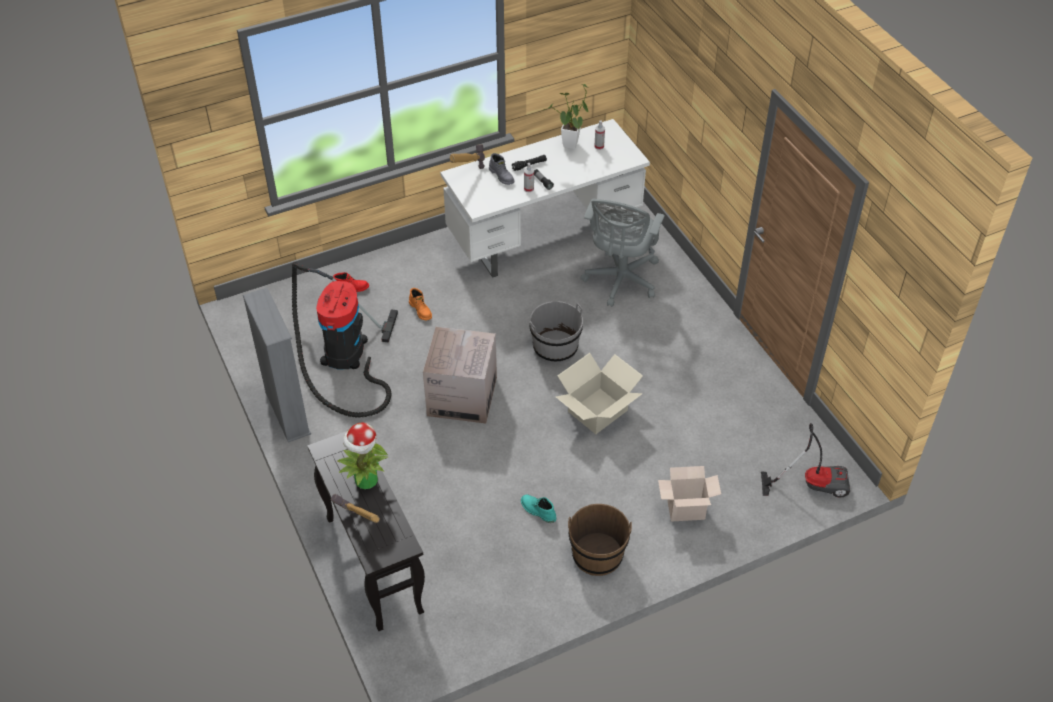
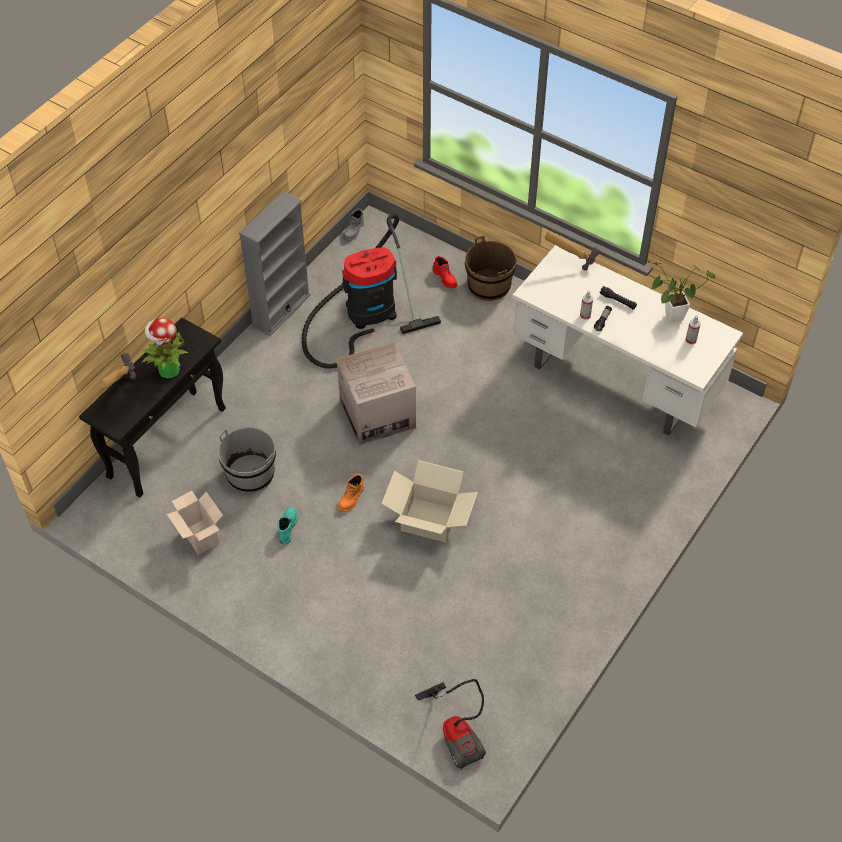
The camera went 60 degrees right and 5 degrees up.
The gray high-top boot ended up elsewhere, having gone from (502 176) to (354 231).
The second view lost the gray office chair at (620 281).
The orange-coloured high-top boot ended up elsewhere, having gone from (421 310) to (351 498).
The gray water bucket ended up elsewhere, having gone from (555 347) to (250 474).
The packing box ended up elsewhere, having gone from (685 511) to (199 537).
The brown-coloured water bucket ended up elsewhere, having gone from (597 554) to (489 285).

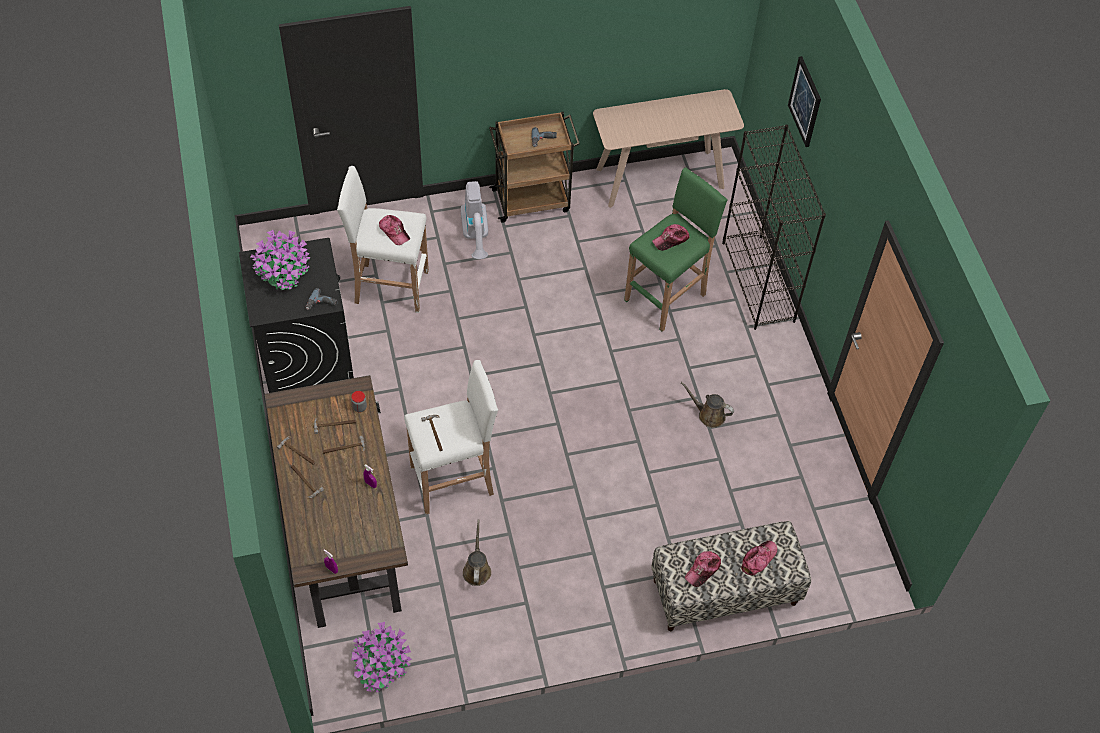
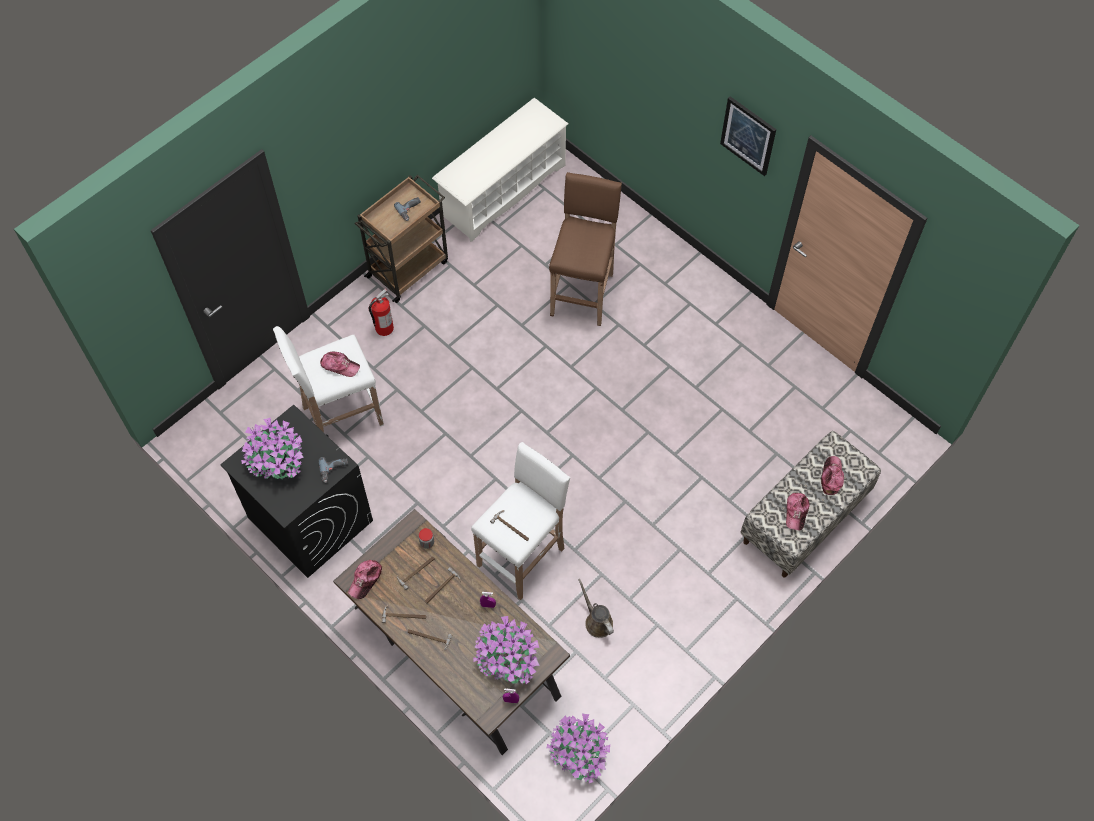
The camera went 30 degrees left and 5 degrees up.
The wall picture ended up elsewhere, having gone from (805 101) to (748 135).
Where the beige-coloured hall table stood at (660 178), the whitish shoe stand came to stand at (503 190).
The second view lost the black shelving unit at (758 282).
What was the green-coloured stool seat at (666 297) turned into the brown-coloured stool seat at (582 293).
Where the vacuum stood at (476 237), the fire-fighting cylinder came to stand at (384 328).
The cap ended up elsewhere, having gone from (671 240) to (365 580).
The second view lost the brown-coloured sprinkling can at (709 415).
The second view gained the plant in a pot at (507 659).

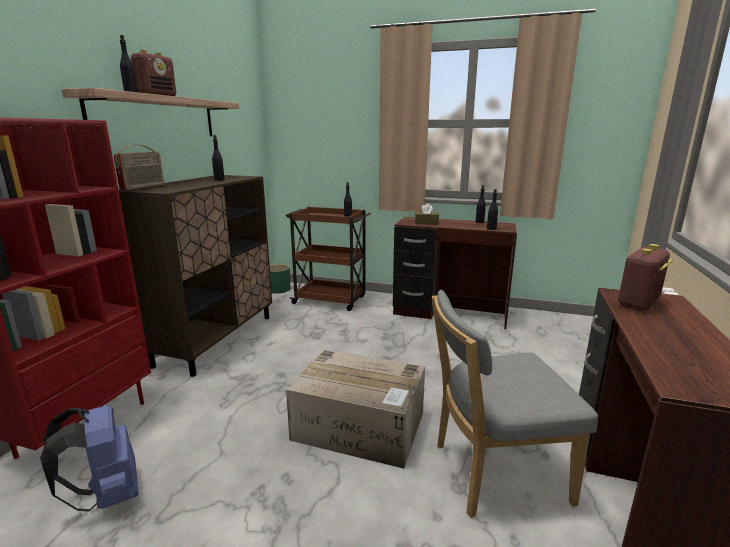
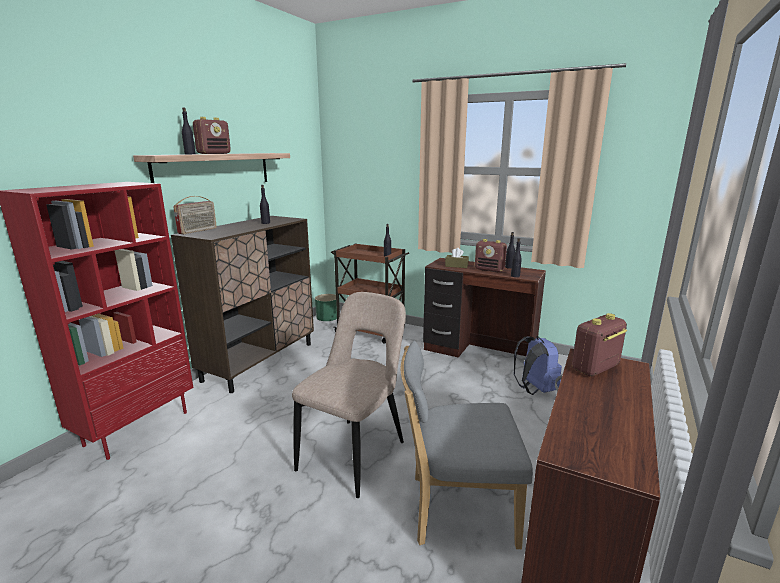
The camera went 10 degrees right and 0 degrees up.
Where the packing box stood at (361 426), the beige-coloured upright chair came to stand at (355 453).
The blue-coloured knapsack ended up elsewhere, having gone from (107 495) to (534 389).
The second view gained the radio at (489 270).

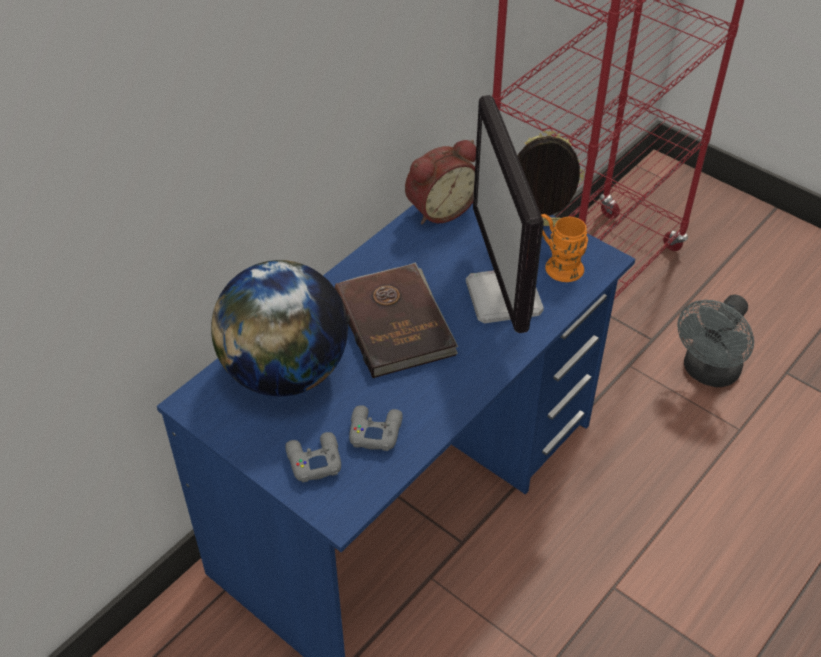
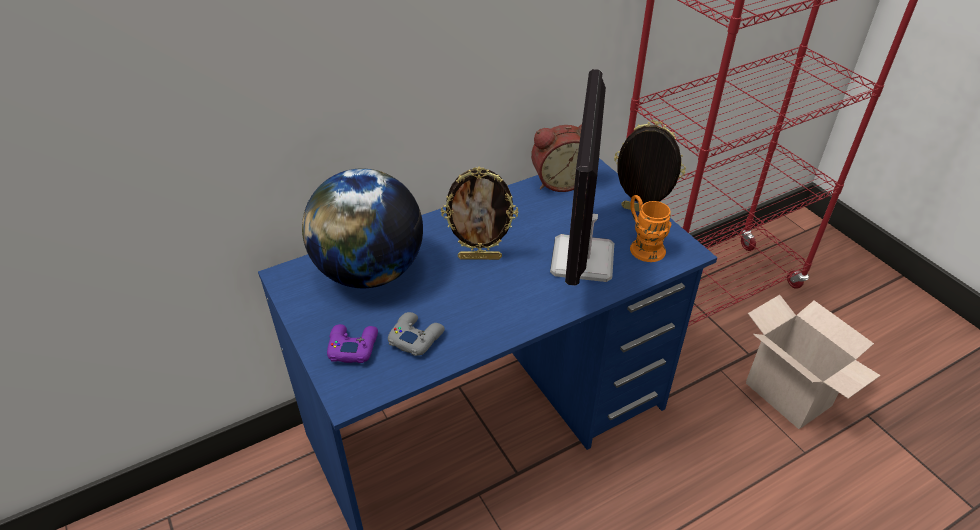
The camera went 20 degrees right and 5 degrees down.
Where the brown-coloured book stood at (396 322), the picture frame came to stand at (480 257).
Where the gray cooling fan stood at (708 373), the packing box came to stand at (791 395).
What was the gray game controller at (313 460) turned into the purple game controller at (352 346).

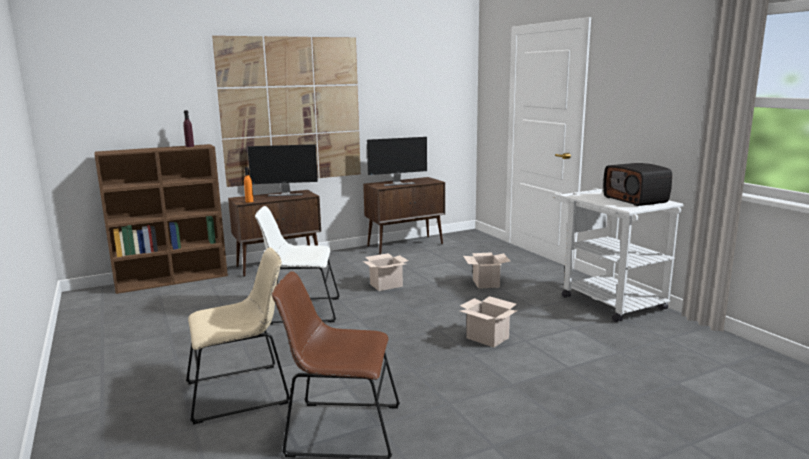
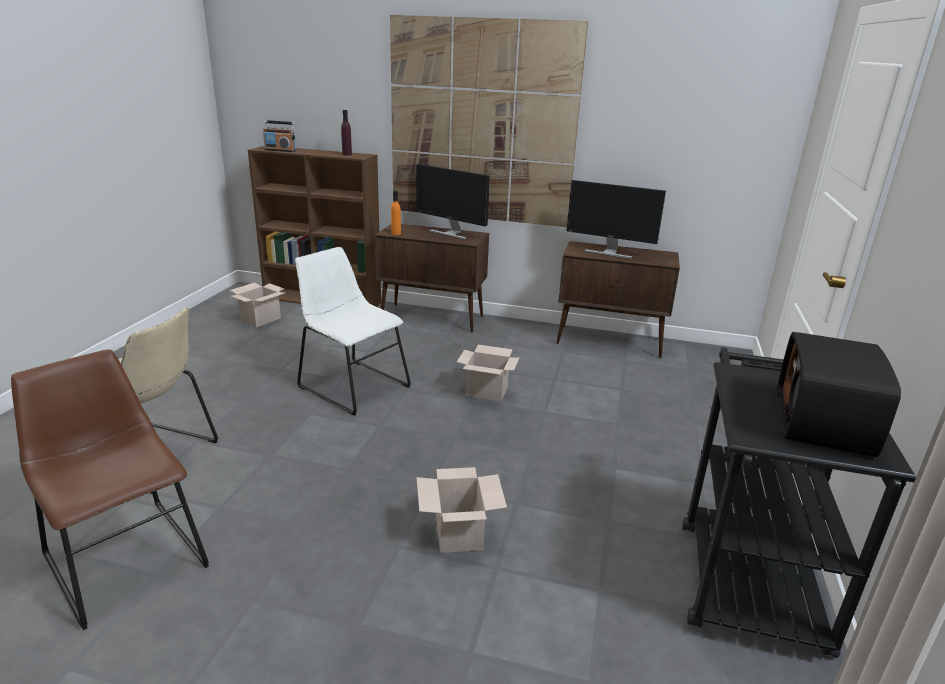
The camera went 40 degrees right and 10 degrees up.
What was the whitish wheeled cart at (606 300) turned into the black wheeled cart at (747 572).
The packing box ended up elsewhere, having gone from (485 283) to (261 319).
The second view gained the radio at (280 150).

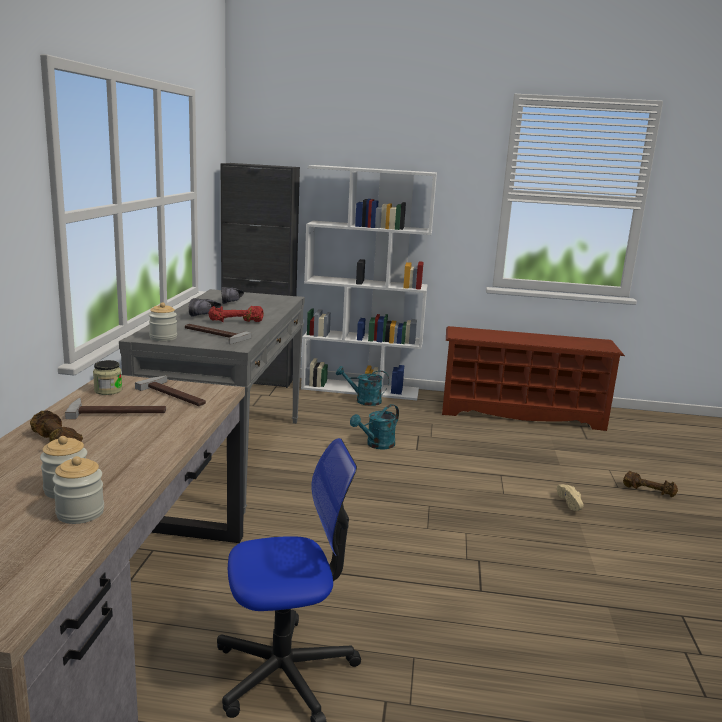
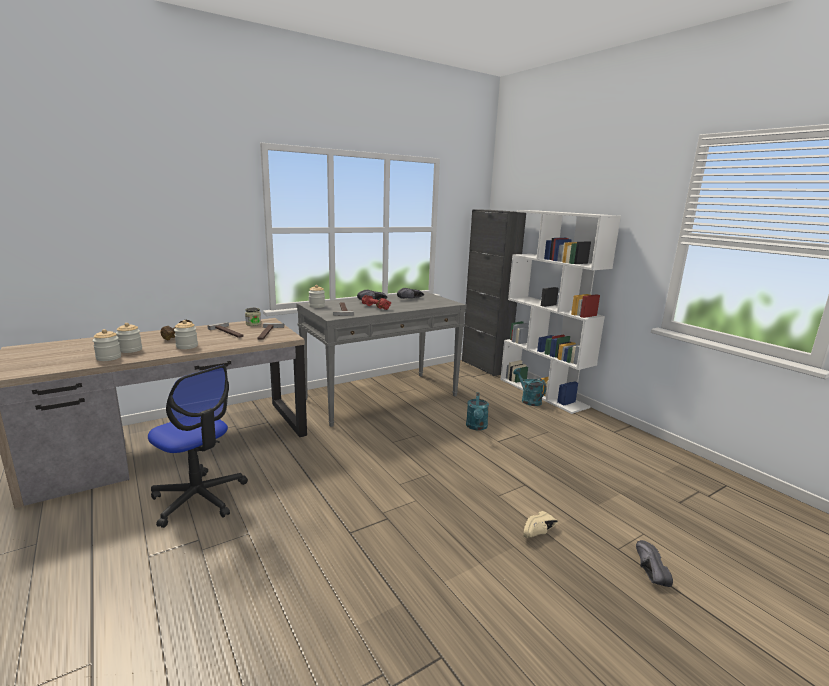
The camera went 50 degrees right and 0 degrees up.
The second view lost the brown-coloured shoe stand at (521 413).
The blue-green sprinkling can at (376 445) ended up facing another way, 90 degrees counterclockwise from before.
Where the brown-coloured free weight stood at (648 491), the black item of footwear came to stand at (647 570).
The second view gained the storage jar at (187 346).

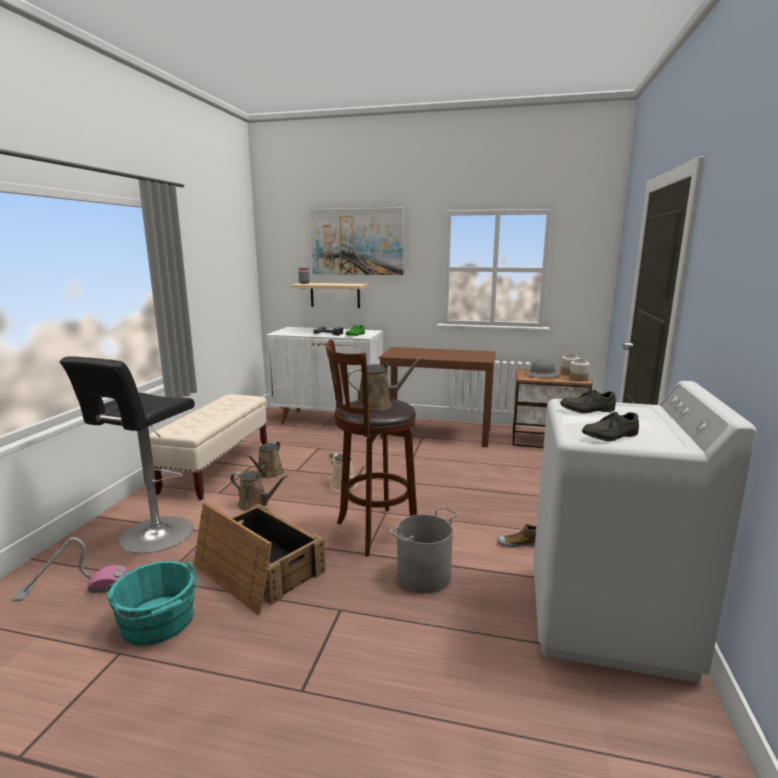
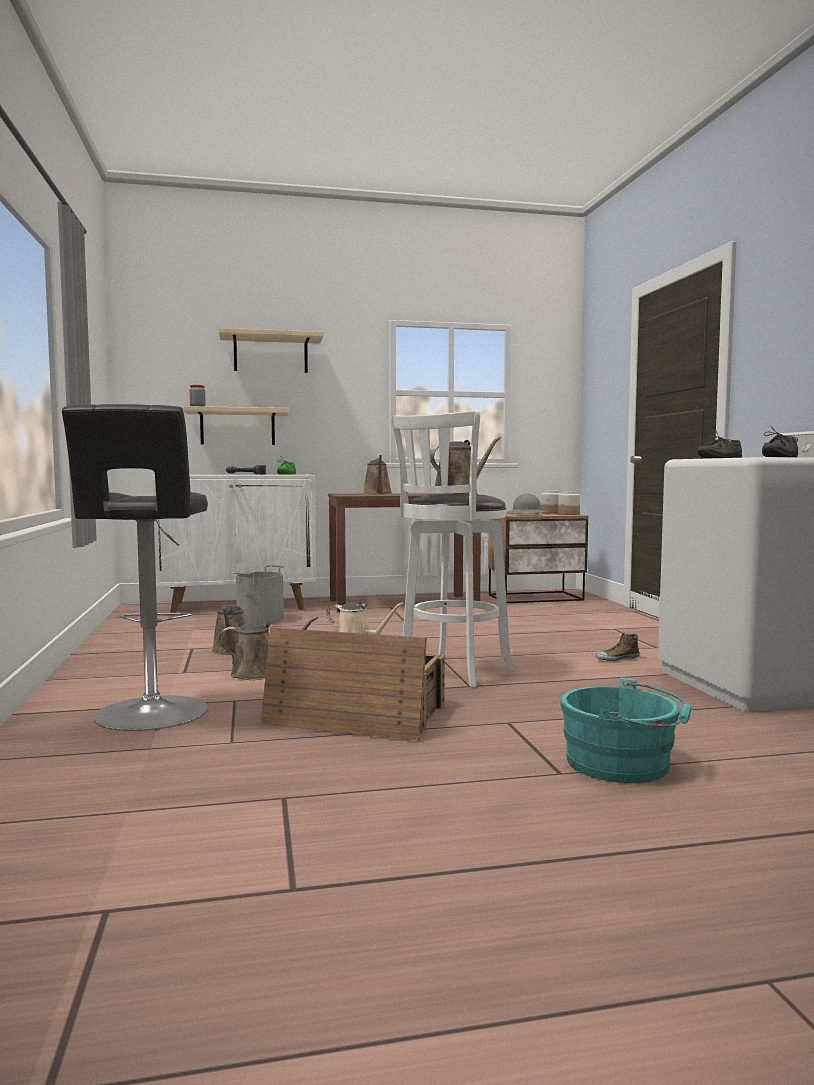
The camera went 25 degrees left and 10 degrees down.
Where the wall picture hung at (357 242), the beige-coloured wall shelf came to hang at (270 354).
What was the brown-coloured stool seat at (373 532) turned into the whitish stool seat at (452 672).
The second view lost the beige-coloured long seat at (217 468).
The gray water bucket ended up elsewhere, having gone from (424 576) to (261 620).
The second view lost the vacuum at (73 589).
The blue-green water bucket ended up elsewhere, having gone from (159 623) to (624 764).
The second view gained the brown-coloured sprinkling can at (377 493).

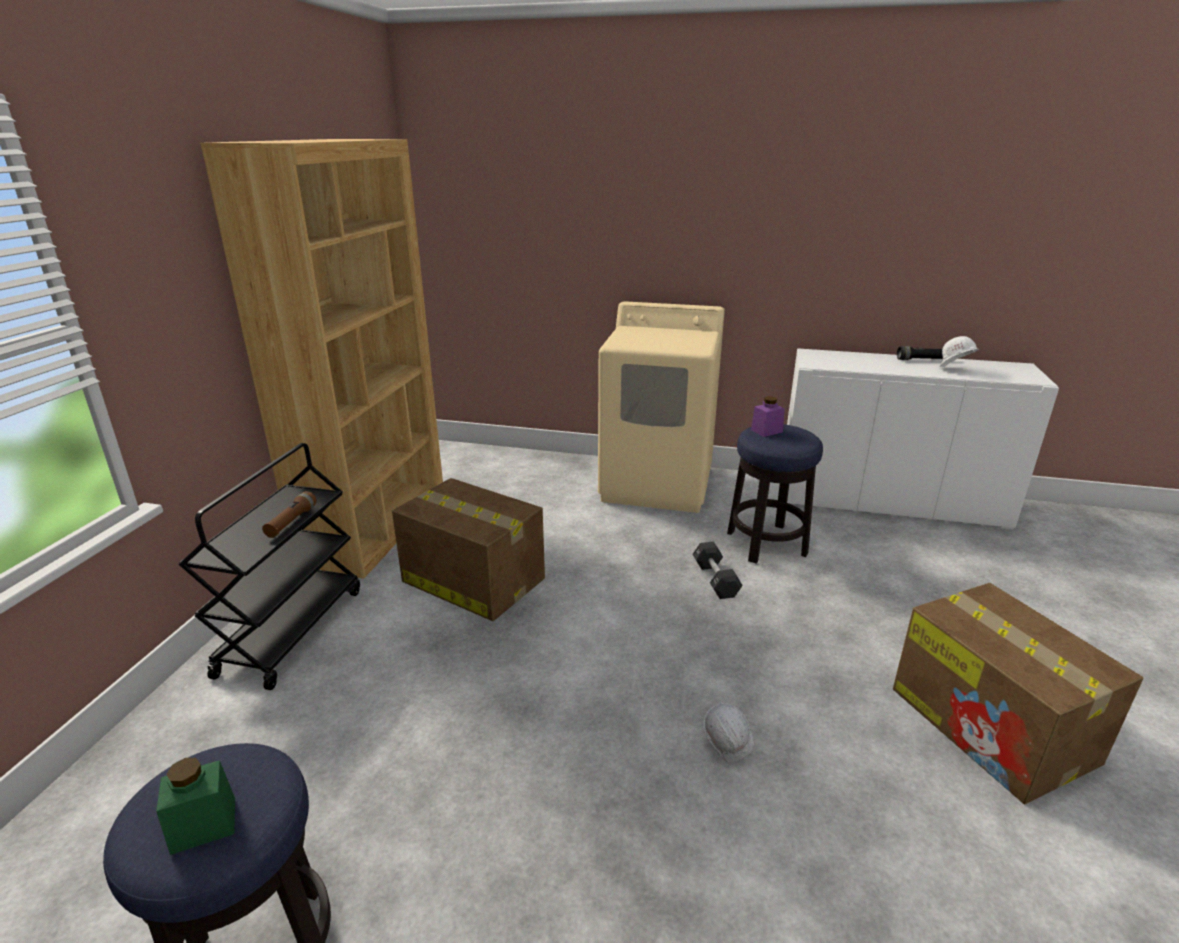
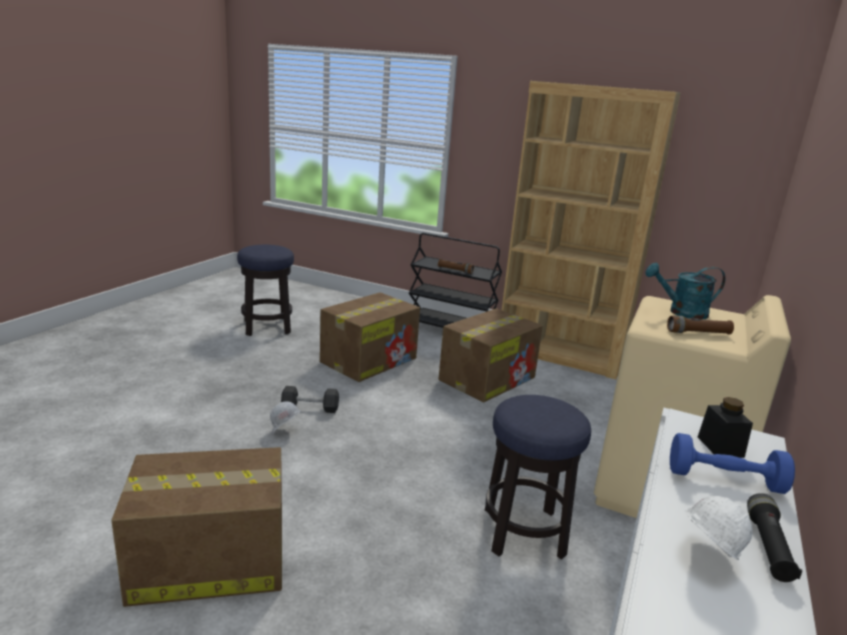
The camera went 100 degrees right and 5 degrees down.
The second view lost the purple storage jar at (766 431).
The black free weight ended up elsewhere, having gone from (715 580) to (310 408).
The second view lost the green-coloured storage jar at (203 825).
The second view gained the blue-green sprinkling can at (681 312).
The second view gained the packing box at (369 360).
The second view gained the brown-coloured hand torch at (698 333).
The second view gained the black storage jar at (720 447).
The second view gained the blue-coloured free weight at (724 480).

